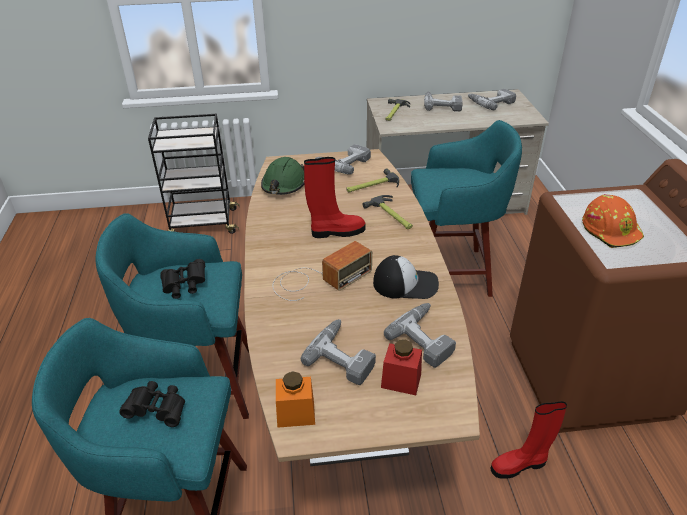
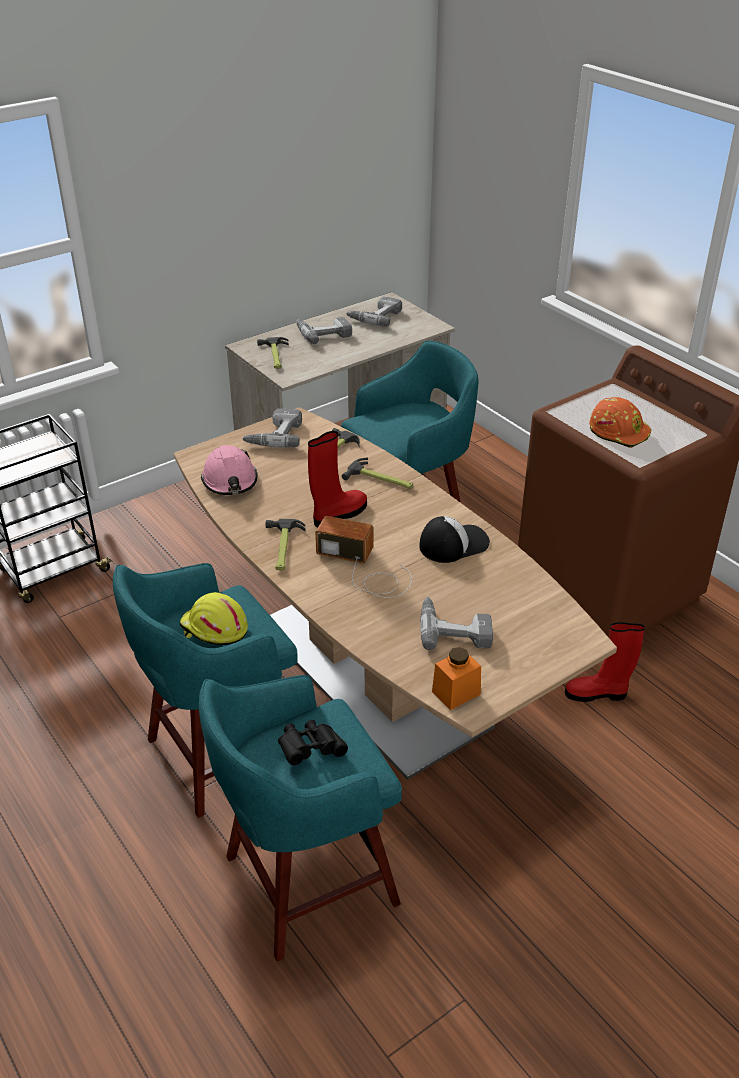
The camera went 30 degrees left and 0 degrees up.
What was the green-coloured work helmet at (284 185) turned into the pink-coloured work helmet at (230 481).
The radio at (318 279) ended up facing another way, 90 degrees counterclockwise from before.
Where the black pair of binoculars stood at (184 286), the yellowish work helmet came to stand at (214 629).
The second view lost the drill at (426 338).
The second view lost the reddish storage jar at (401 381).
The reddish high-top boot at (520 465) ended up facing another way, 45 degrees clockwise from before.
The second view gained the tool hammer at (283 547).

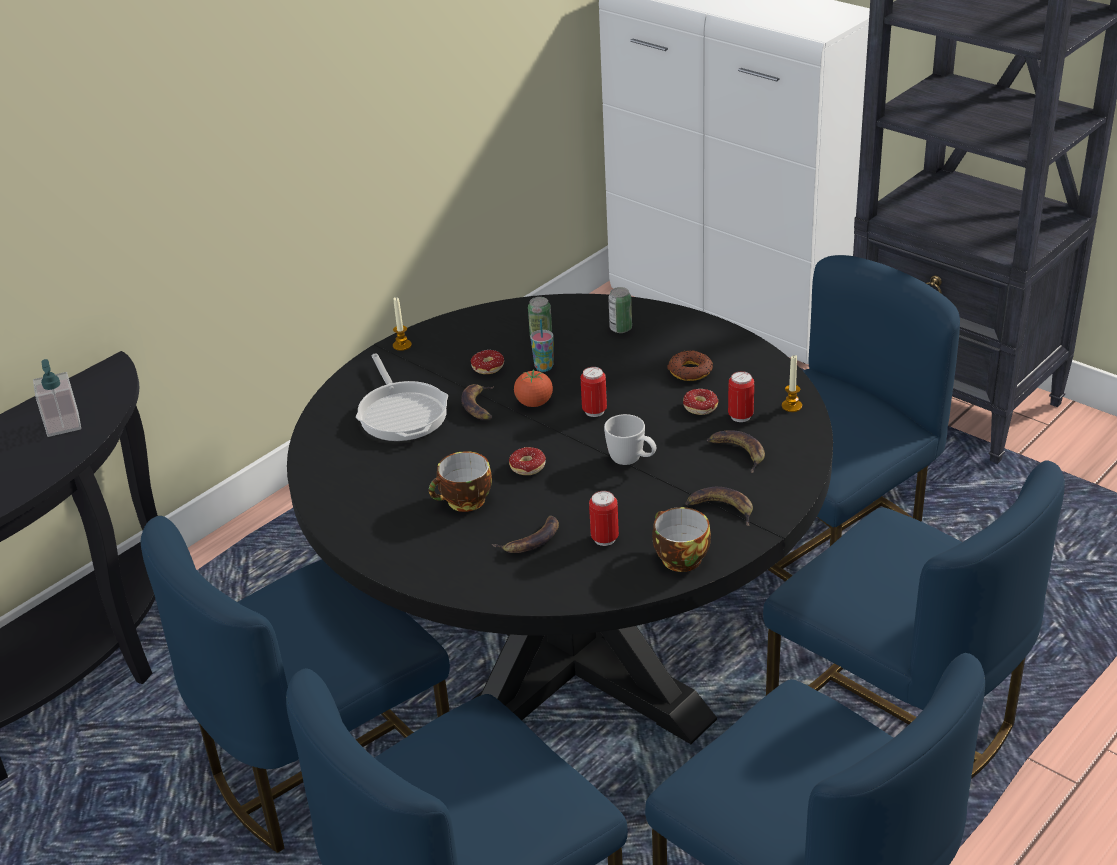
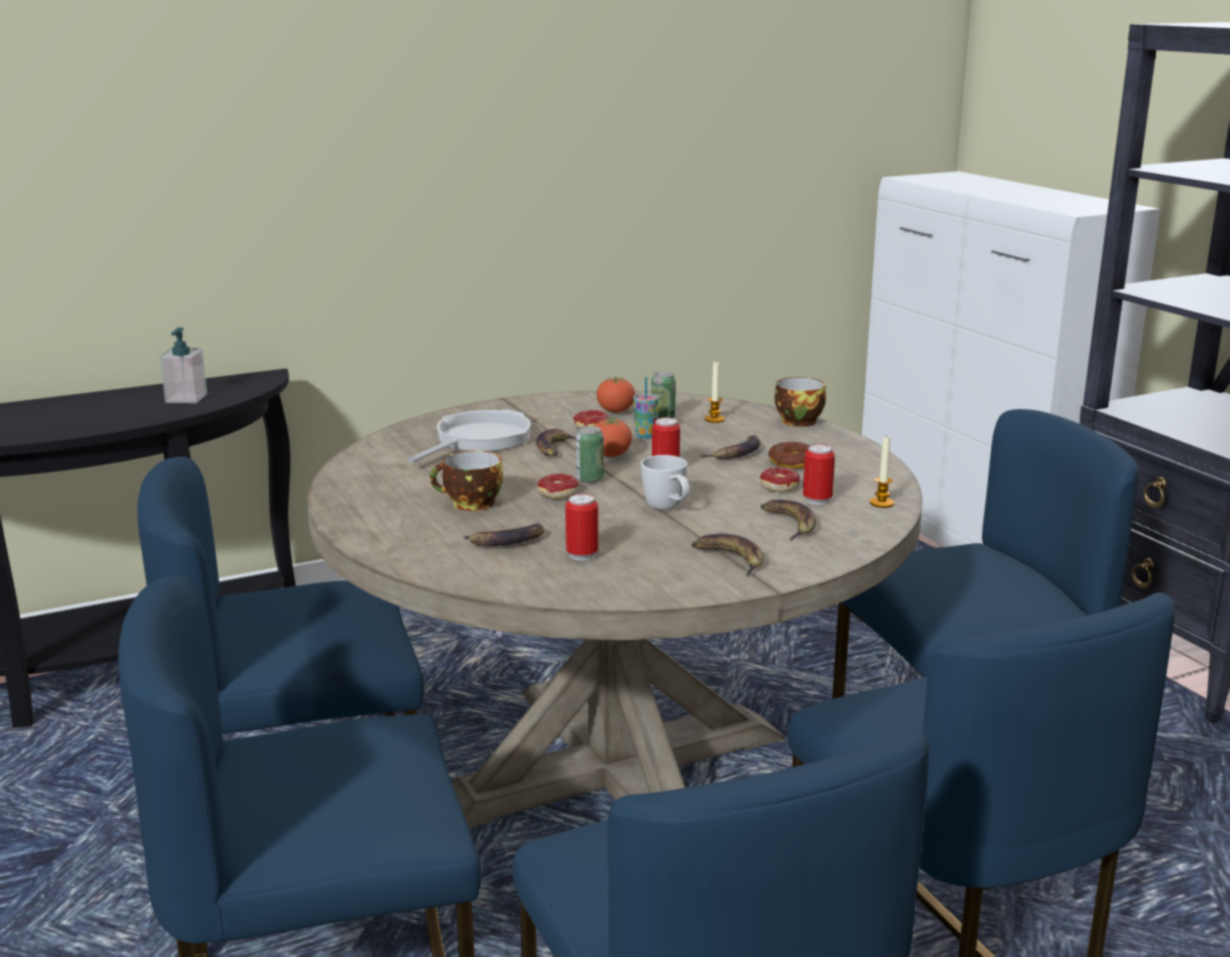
The camera went 20 degrees right and 15 degrees down.
The metal can ended up elsewhere, having gone from (620 328) to (590 479).
What was the black dining table at (572 658) turned into the beige-coloured dining table at (614 774).
The wax light ended up elsewhere, having gone from (402 345) to (714 419).
The frying pan at (402 412) ended up facing another way, 150 degrees counterclockwise from before.
The cup ended up elsewhere, having gone from (678 558) to (796 420).
The second view gained the whole tomato at (615 411).
The second view gained the whole banana at (736 453).

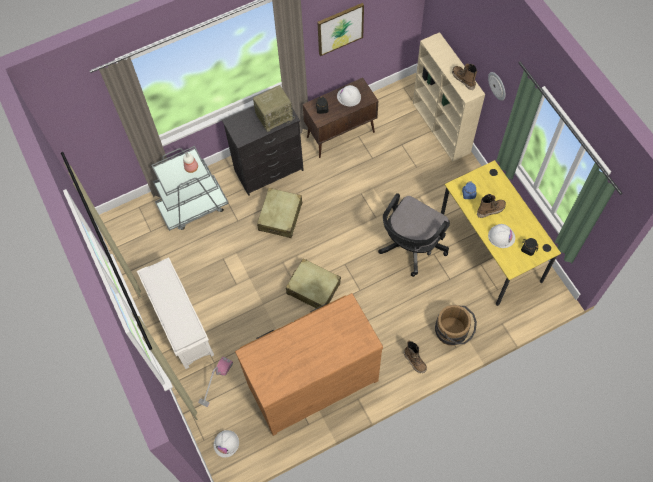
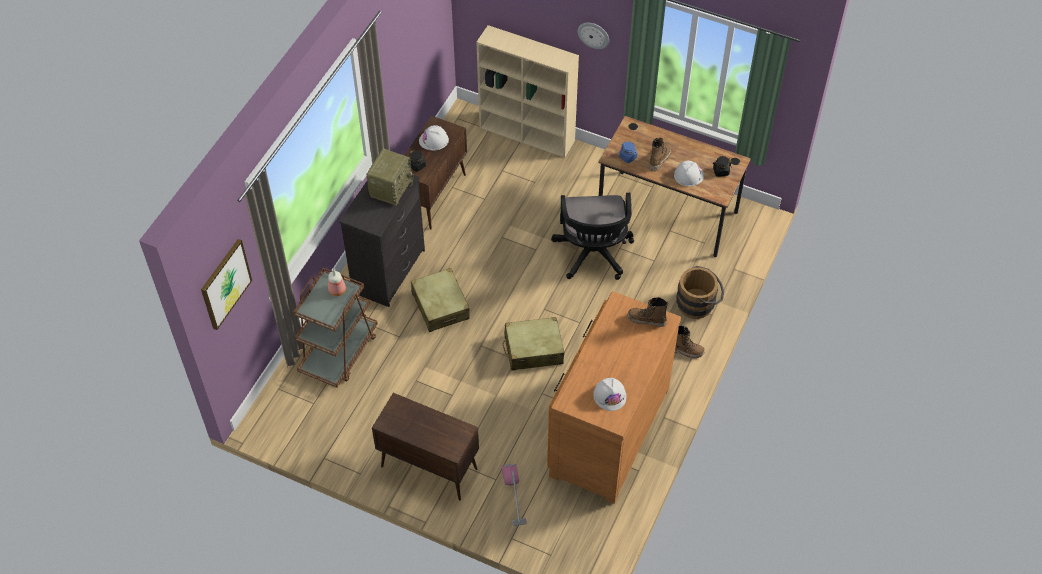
The camera went 40 degrees left and 10 degrees down.
The wall picture ended up elsewhere, having gone from (340 28) to (225 284).
The high-top boot ended up elsewhere, having gone from (463 80) to (646 320).
What was the gray wheeled cart at (193 206) turned into the brown-coloured wheeled cart at (339 352).
What was the yellowish desk at (490 249) turned into the brown-coloured desk at (667 213).
Where the whitish shoe stand stood at (181 323), the brown-coloured storage cabinet came to stand at (428 467).
The whitish work helmet ended up elsewhere, having gone from (226 443) to (610 395).

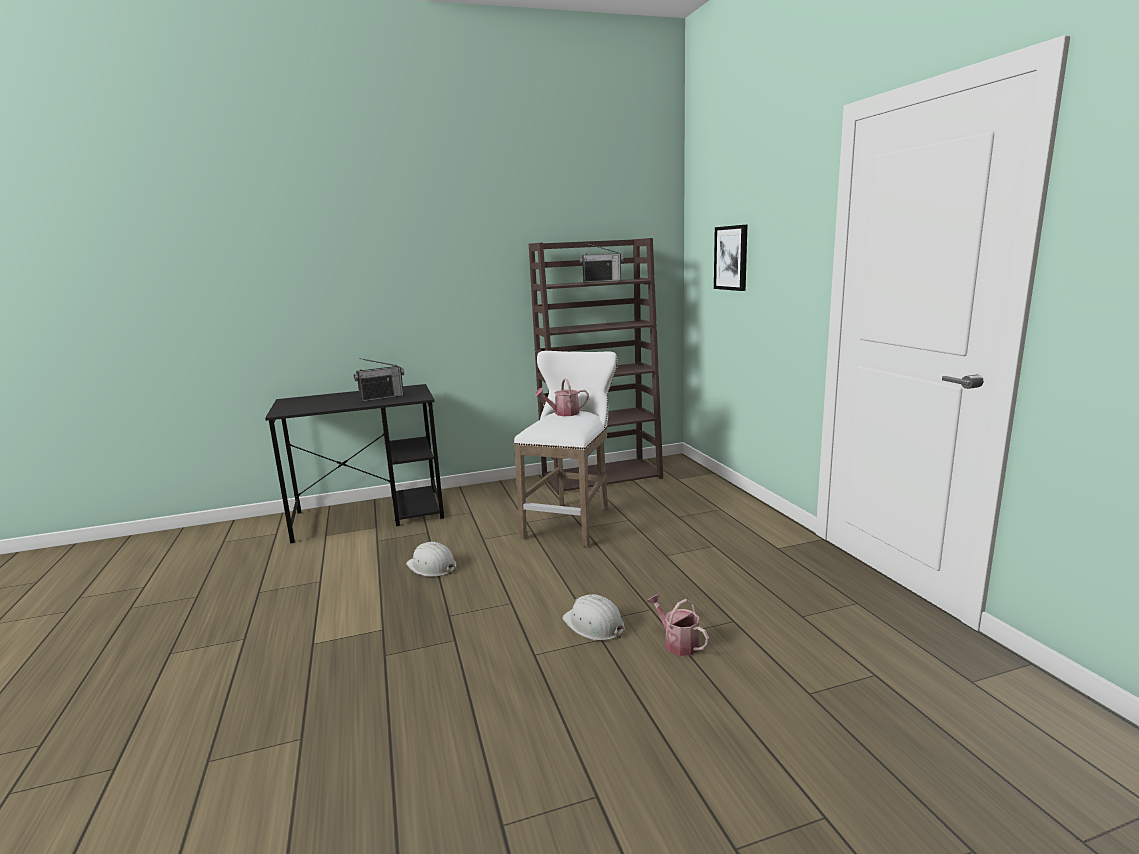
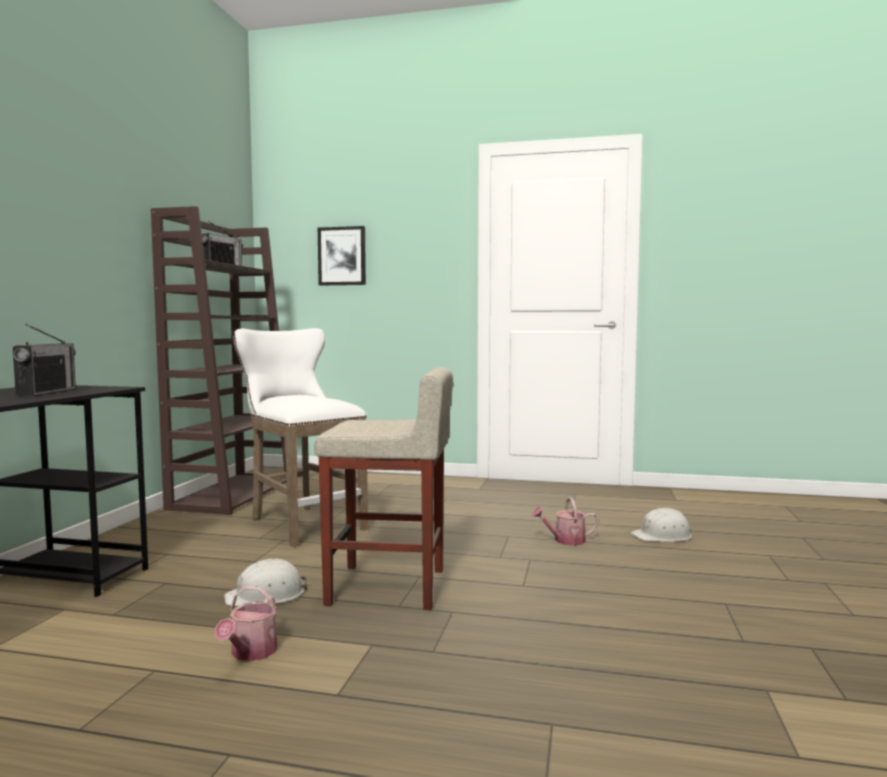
The camera went 60 degrees left and 10 degrees down.
The sprinkling can ended up elsewhere, having gone from (563 413) to (250 653).
The whitish work helmet ended up elsewhere, having gone from (594 625) to (662 536).
The second view gained the beige-coloured stool seat at (389 587).

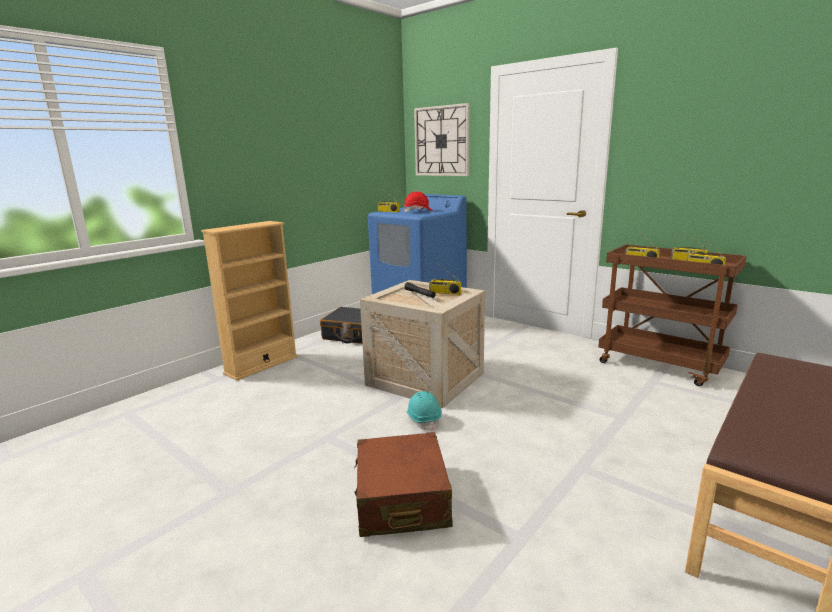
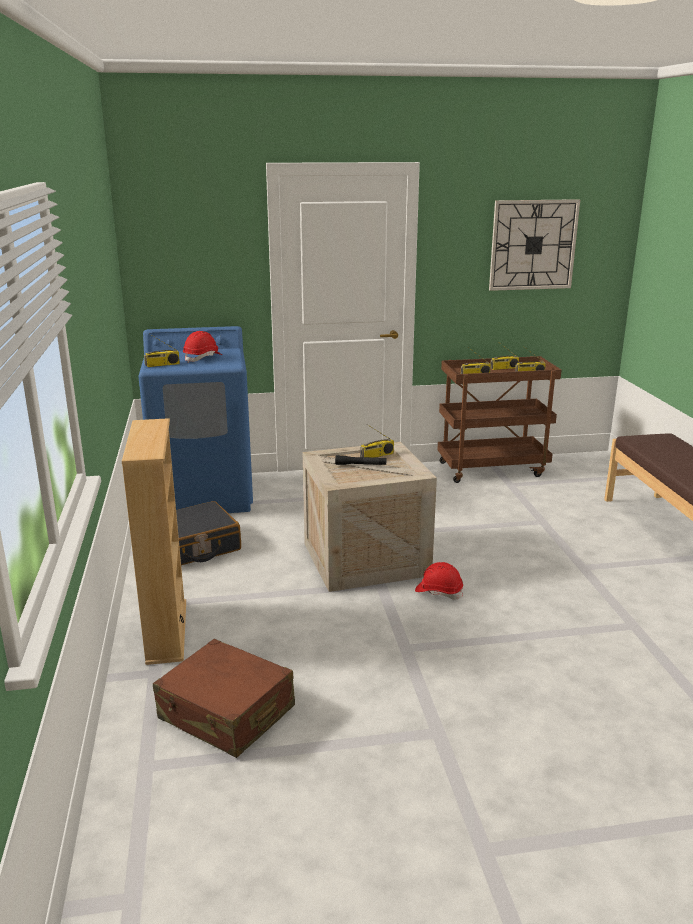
The camera went 50 degrees left and 5 degrees up.
The clock on the wall ended up elsewhere, having gone from (442 141) to (533 245).
What was the blue-green work helmet at (423 419) turned into the reddish work helmet at (439 592).
The brown-coloured travel case ended up elsewhere, having gone from (401 499) to (226 713).

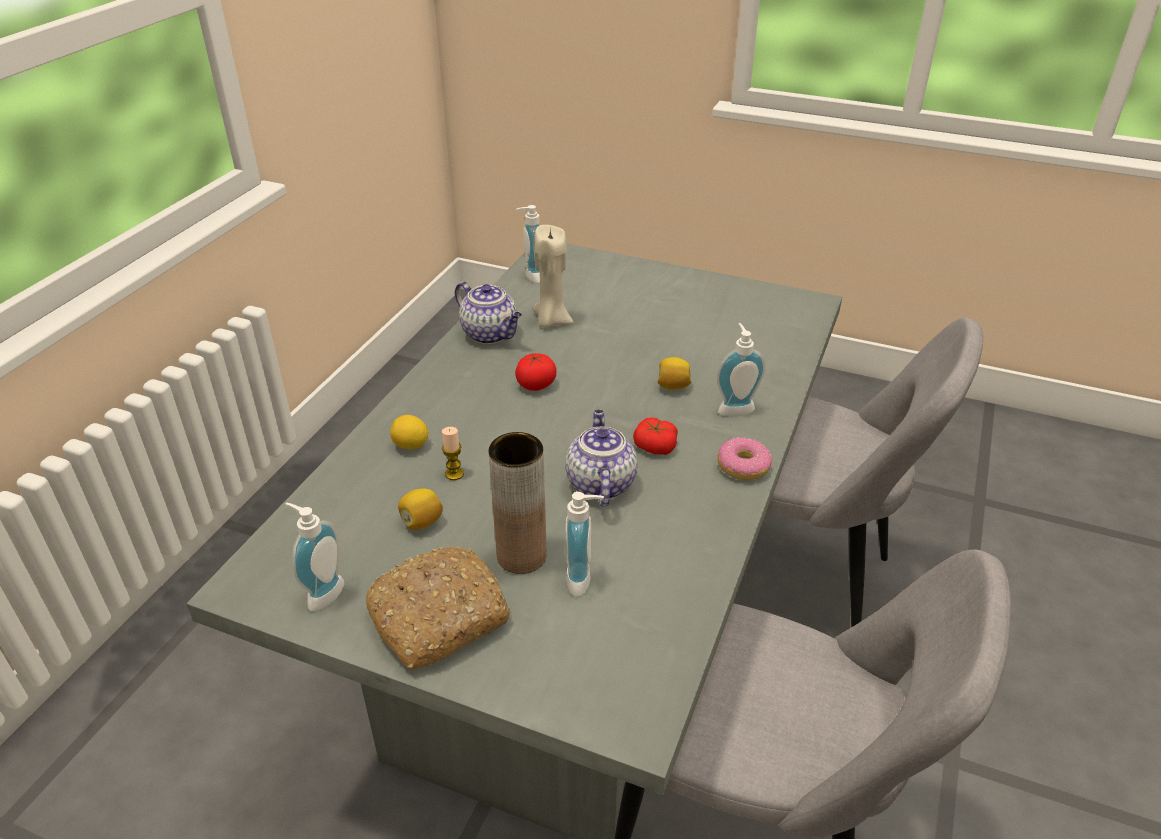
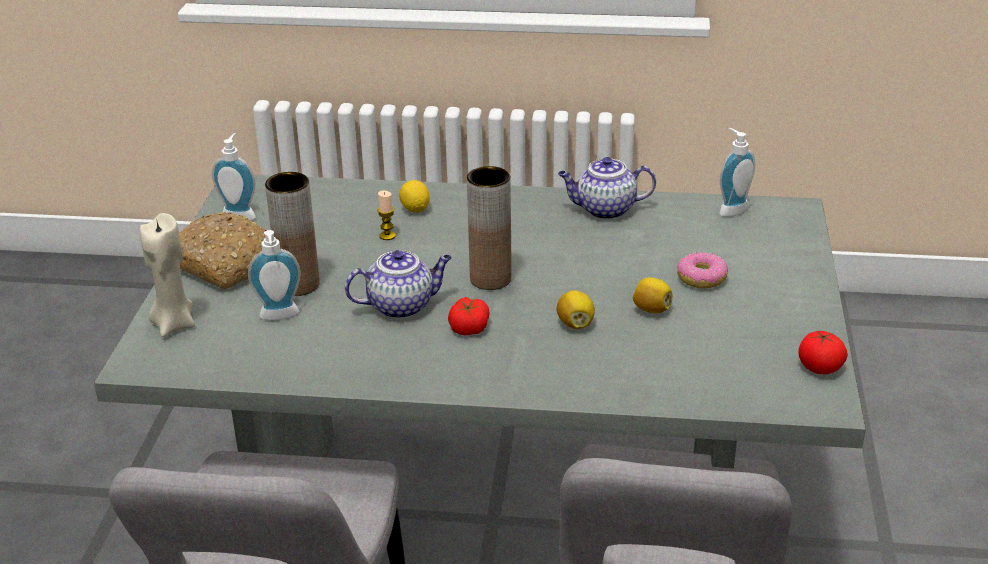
The camera went 75 degrees right and 5 degrees down.
The beige-coloured wax light ended up elsewhere, having gone from (551 321) to (174 324).
The teapot at (491 334) ended up facing another way, 60 degrees clockwise from before.
The second view lost the soap bottle at (734 408).
The whole tomato ended up elsewhere, having gone from (536 385) to (819 368).
The donut ended up elsewhere, having gone from (743 466) to (701 278).
The lemon ended up elsewhere, having gone from (422 522) to (651 309).
The second view gained the brown-coloured flower vase at (490 279).

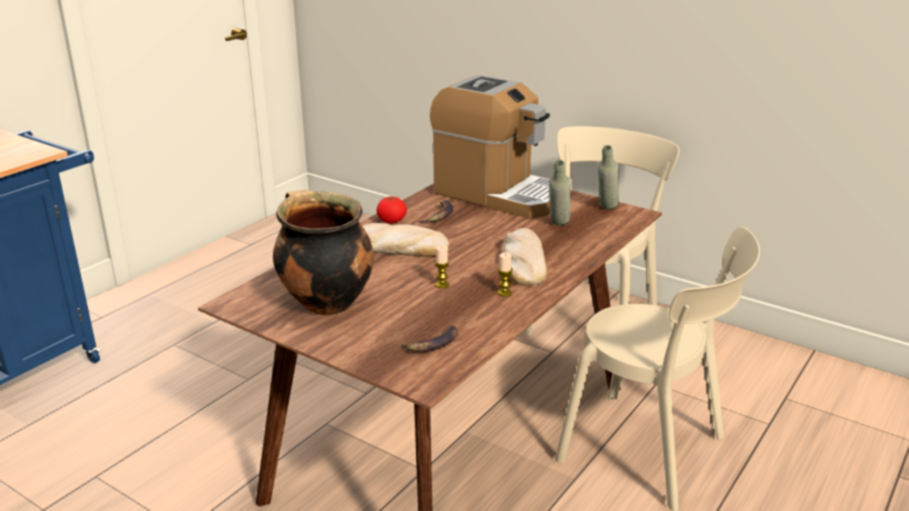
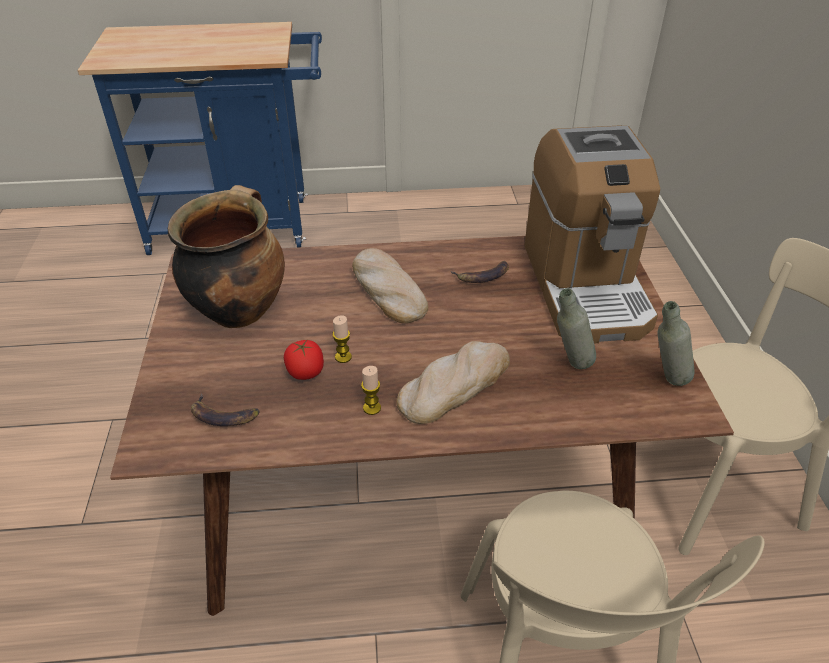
The camera went 50 degrees right and 15 degrees up.
The whole tomato ended up elsewhere, having gone from (391 221) to (305 372).

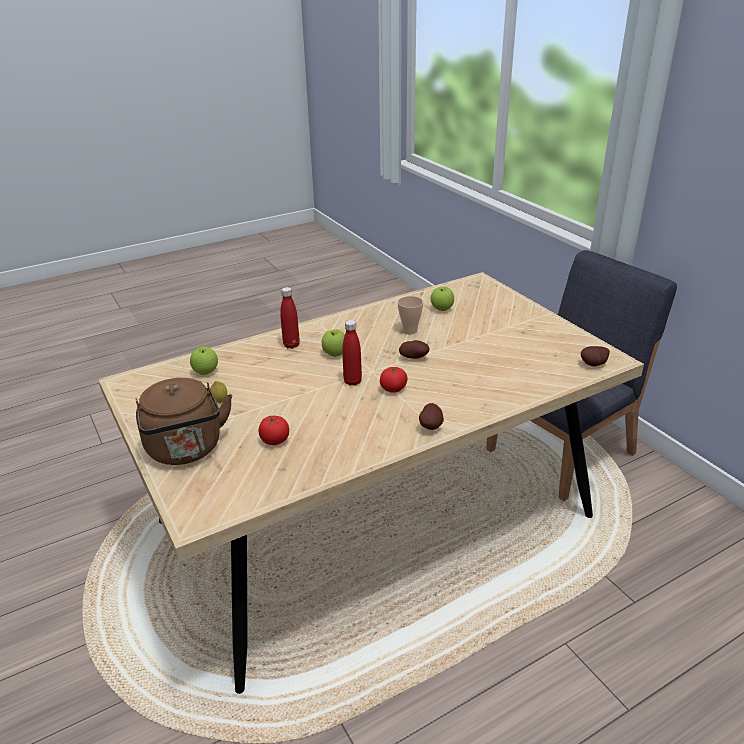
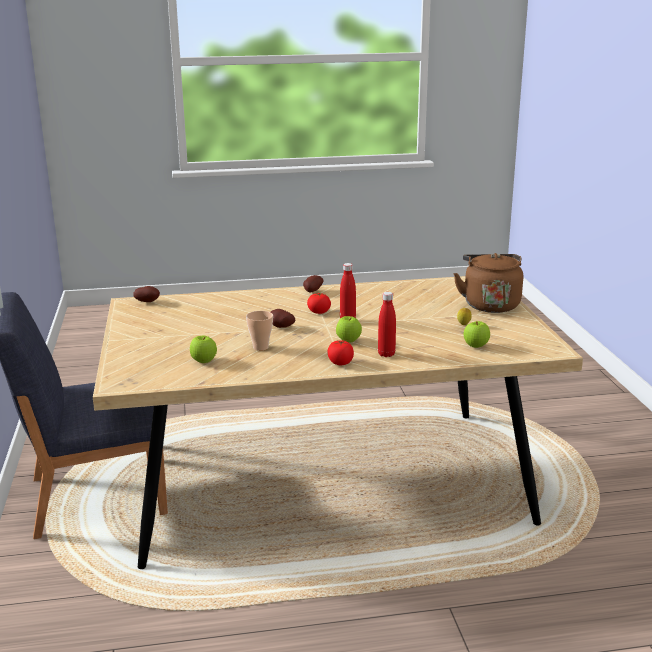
The camera went 160 degrees left and 10 degrees down.
The whole tomato ended up elsewhere, having gone from (275 440) to (340 363).

